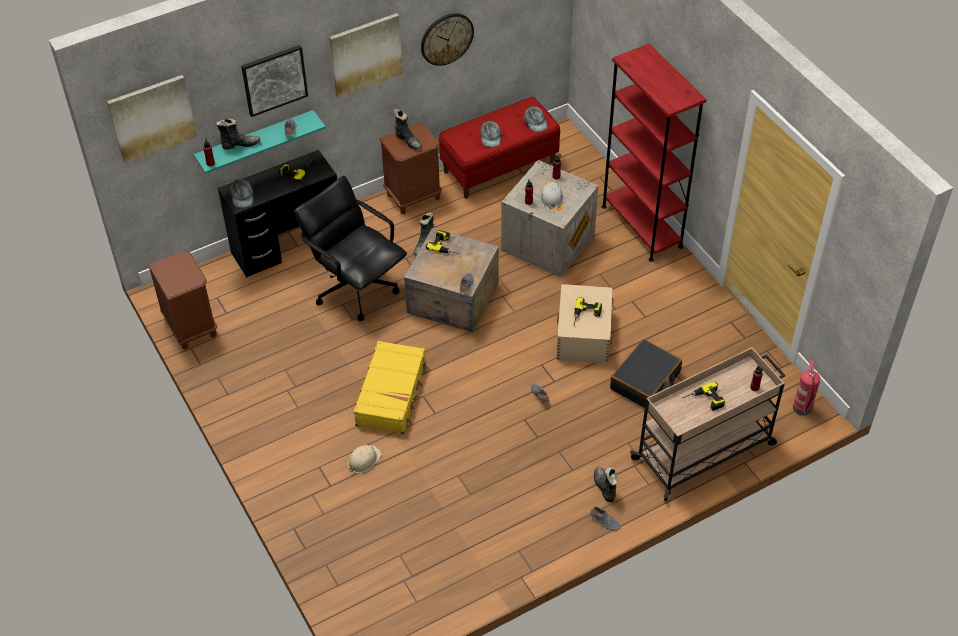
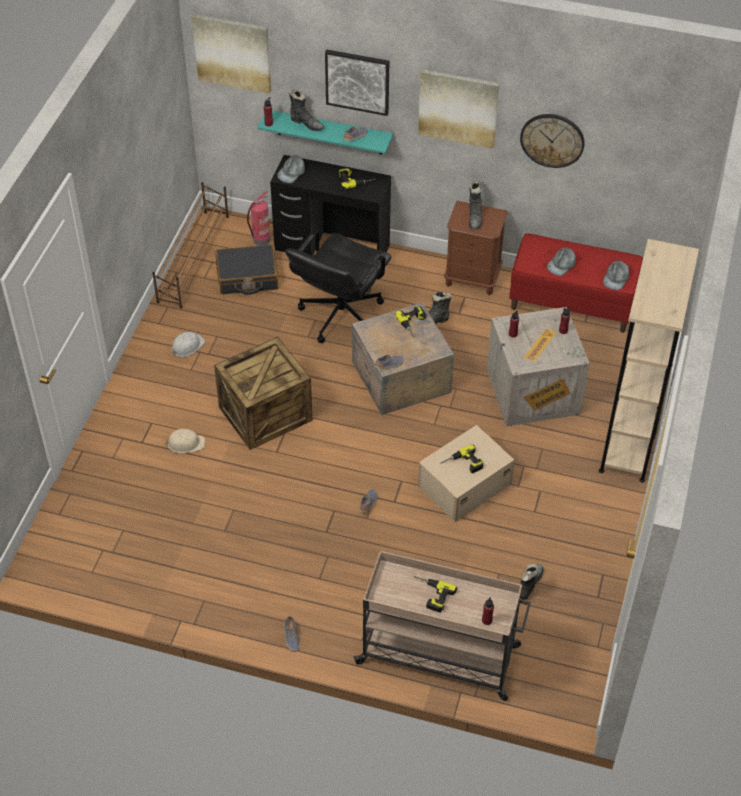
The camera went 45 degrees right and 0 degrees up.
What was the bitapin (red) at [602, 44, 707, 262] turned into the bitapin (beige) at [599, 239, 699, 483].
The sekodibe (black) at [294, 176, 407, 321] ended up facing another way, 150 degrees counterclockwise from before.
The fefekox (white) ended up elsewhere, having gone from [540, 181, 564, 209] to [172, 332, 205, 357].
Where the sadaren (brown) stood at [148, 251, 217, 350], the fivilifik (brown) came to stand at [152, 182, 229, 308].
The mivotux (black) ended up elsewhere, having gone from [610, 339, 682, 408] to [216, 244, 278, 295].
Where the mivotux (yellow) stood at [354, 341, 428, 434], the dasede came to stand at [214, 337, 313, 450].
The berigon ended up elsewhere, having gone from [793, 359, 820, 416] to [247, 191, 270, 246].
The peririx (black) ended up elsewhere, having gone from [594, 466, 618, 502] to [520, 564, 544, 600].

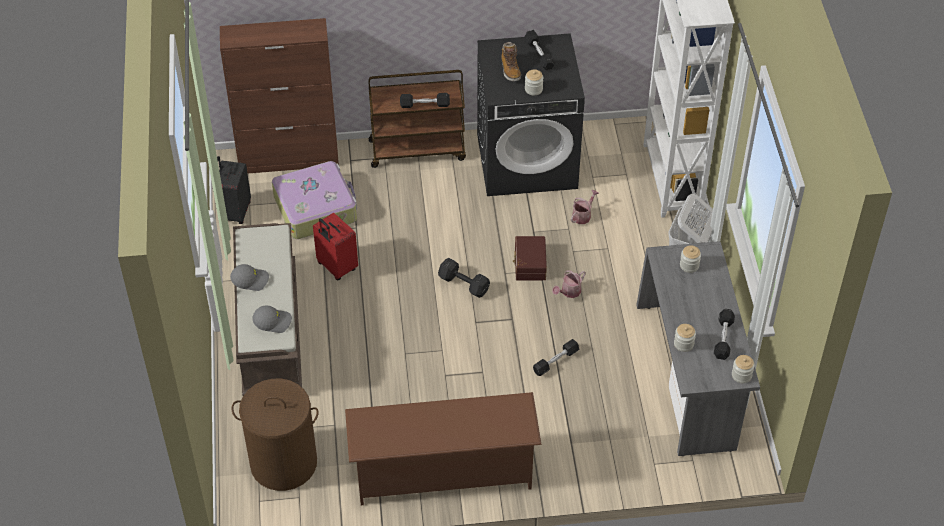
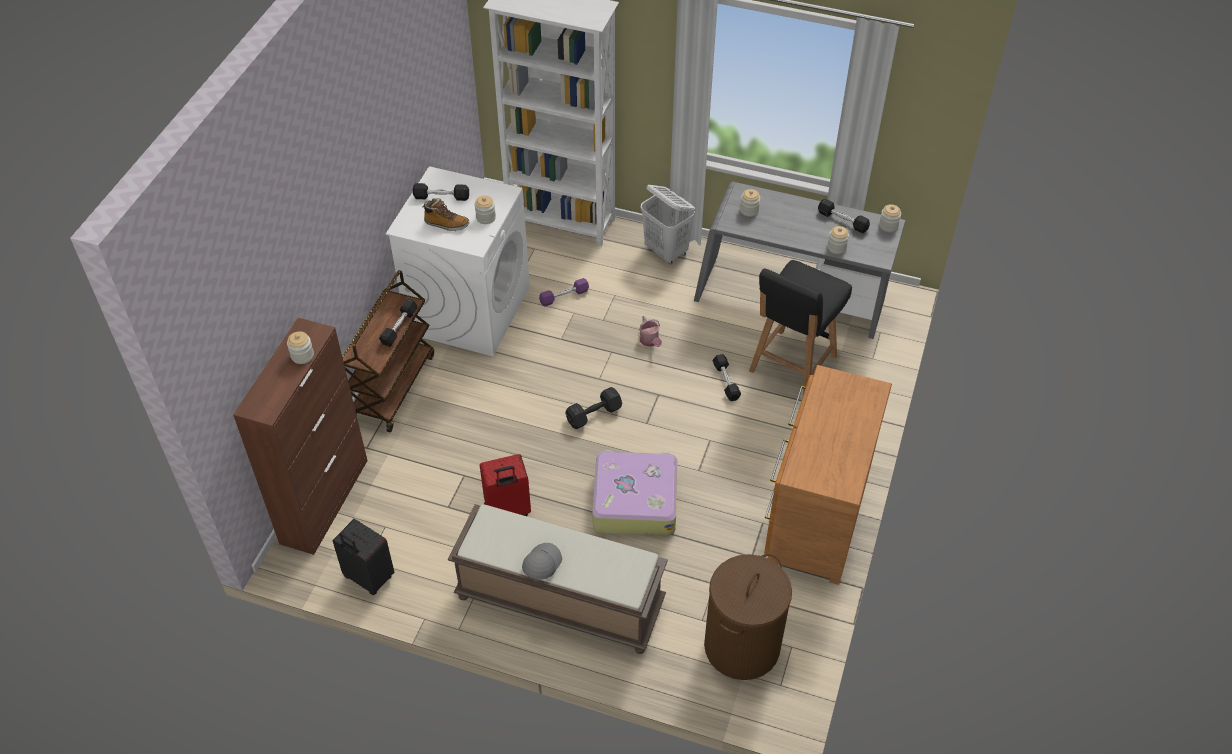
The camera went 65 degrees left and 0 degrees up.
What was the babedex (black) at [477, 33, 585, 196] turned into the babedex (white) at [386, 166, 530, 356].
The mivotux ended up elsewhere, having gone from [272, 161, 357, 239] to [592, 450, 677, 536].
Where the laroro stood at [571, 190, 599, 224], the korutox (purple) came to stand at [539, 278, 589, 307].
The second view lost the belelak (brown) at [513, 236, 547, 280].
The second view lost the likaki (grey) at [252, 306, 292, 333].
Where the fivilifik (brown) stood at [345, 392, 542, 505], the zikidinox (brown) came to stand at [764, 365, 892, 585].
The second view gained the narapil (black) at [749, 260, 852, 395].
The second view gained the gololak at [287, 331, 314, 364].

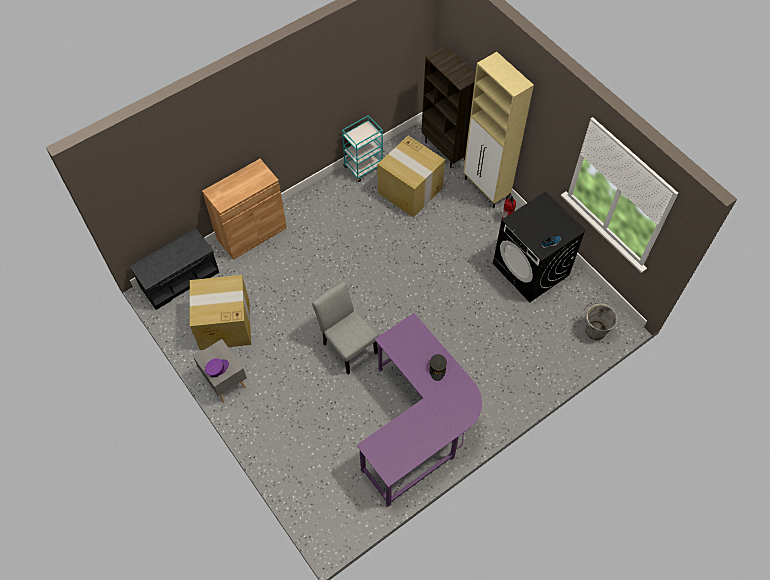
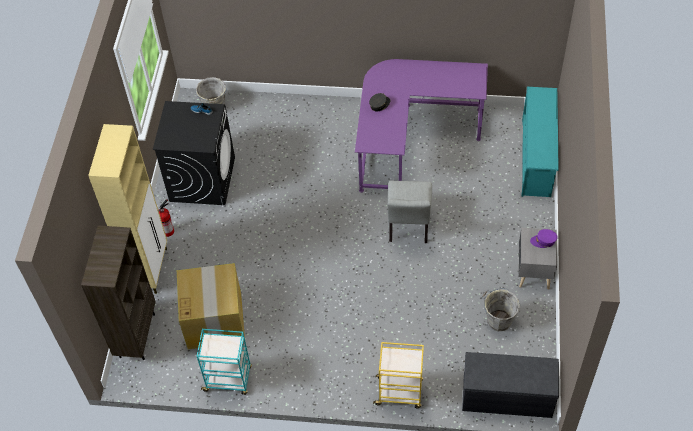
The camera went 135 degrees left and 5 degrees down.
Where the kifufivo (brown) stood at [202, 159, 287, 260], the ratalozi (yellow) came to stand at [373, 342, 424, 409].
Where the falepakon stood at [190, 275, 251, 350], the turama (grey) came to stand at [482, 288, 520, 331].
The second view gained the fivilifik (turquoise) at [521, 87, 559, 197].

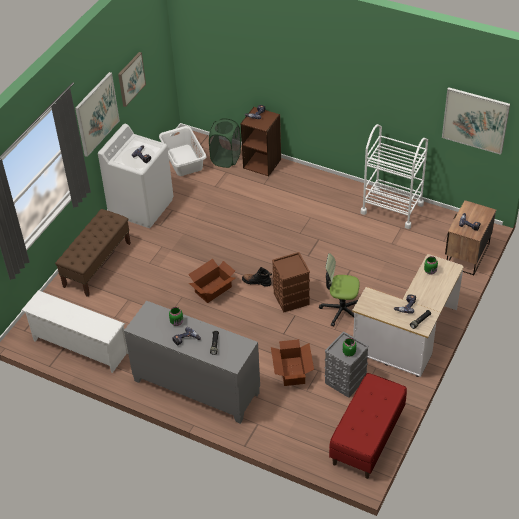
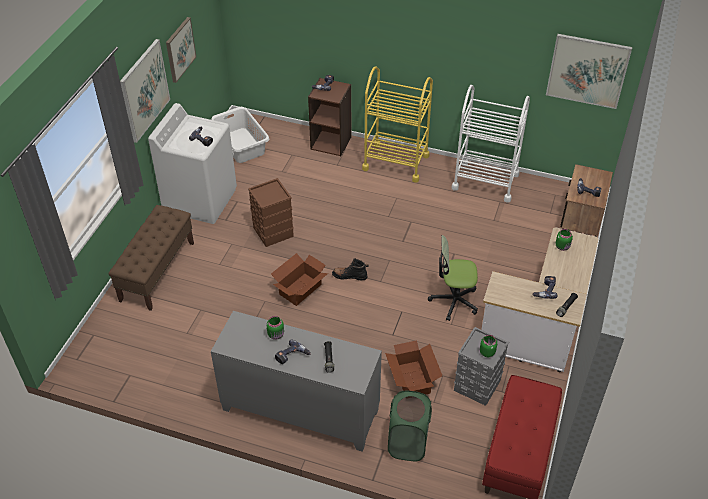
The camera went 10 degrees left and 0 degrees up.
The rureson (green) ended up elsewhere, having gone from [209, 118, 241, 168] to [388, 391, 432, 461].
The belelak (brown) ended up elsewhere, having gone from [272, 252, 310, 312] to [248, 178, 294, 247].
The second view lost the fivilifik (white) at [21, 290, 128, 373].
The second view gained the ratalozi (yellow) at [362, 66, 433, 182].

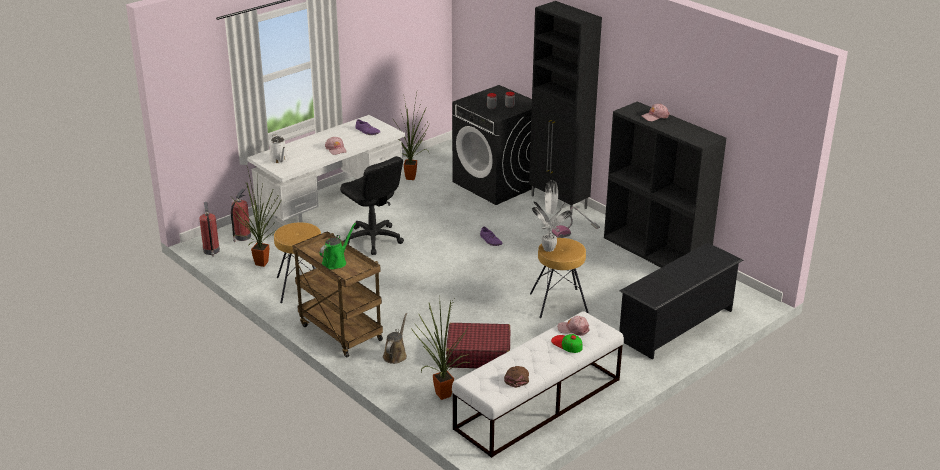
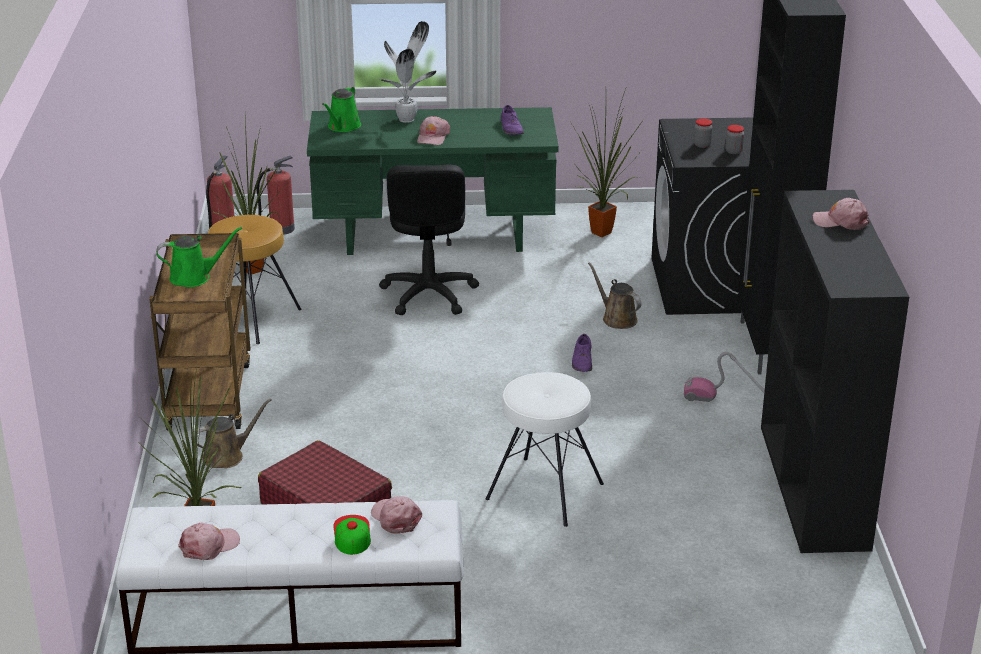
The camera went 40 degrees right and 0 degrees up.
What was the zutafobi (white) at [247, 115, 405, 225] turned into the zutafobi (green) at [307, 107, 559, 255].
What was the laroro (white) at [269, 134, 290, 164] turned into the laroro (green) at [322, 86, 361, 132].
The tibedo ended up elsewhere, having gone from [532, 181, 572, 252] to [378, 21, 436, 123].
What was the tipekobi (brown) at [530, 238, 589, 318] turned into the tipekobi (white) at [486, 372, 604, 527].
The second view lost the fivilifik (black) at [619, 243, 743, 359].
What was the likaki (brown) at [504, 366, 529, 388] turned into the likaki (pink) at [178, 523, 240, 560].
The second view gained the laroro (brown) at [588, 262, 642, 329].

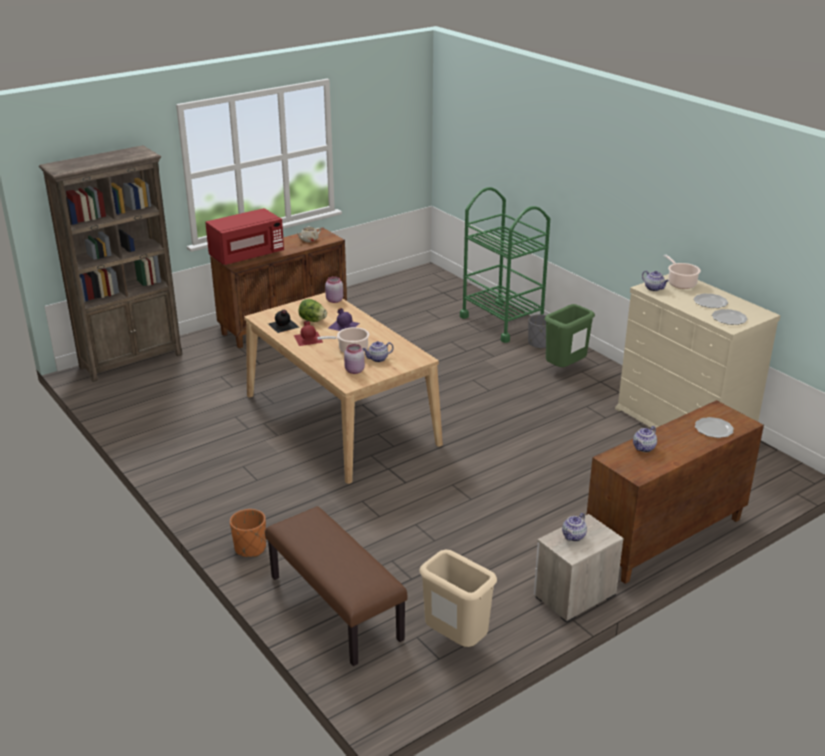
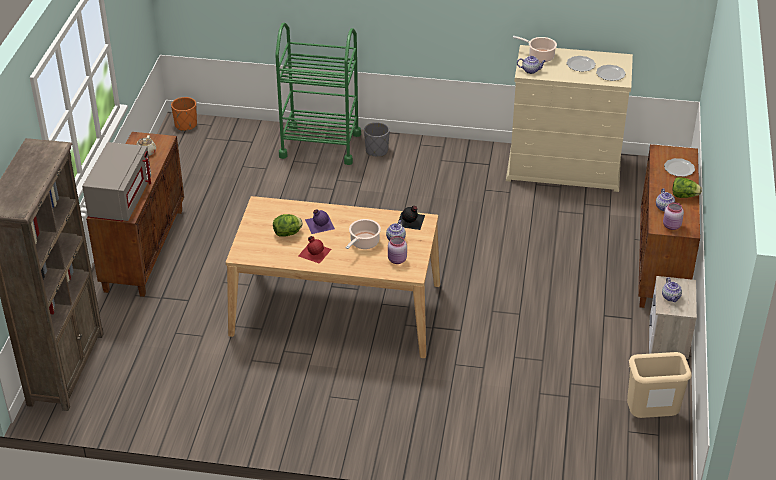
The camera went 45 degrees left and 10 degrees up.
What was the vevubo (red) at [205, 208, 284, 265] turned into the vevubo (grey) at [82, 142, 151, 221].
The gololak (pink) ended up elsewhere, having gone from [325, 276, 343, 303] to [663, 202, 684, 230].
The second view lost the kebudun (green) at [545, 304, 595, 367].
The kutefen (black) ended up elsewhere, having gone from [268, 310, 299, 333] to [398, 206, 425, 230].
The second view lost the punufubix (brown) at [265, 506, 407, 666].
The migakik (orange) ended up elsewhere, having gone from [230, 509, 266, 557] to [171, 97, 197, 131].
The second view gained the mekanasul at [672, 177, 702, 198].

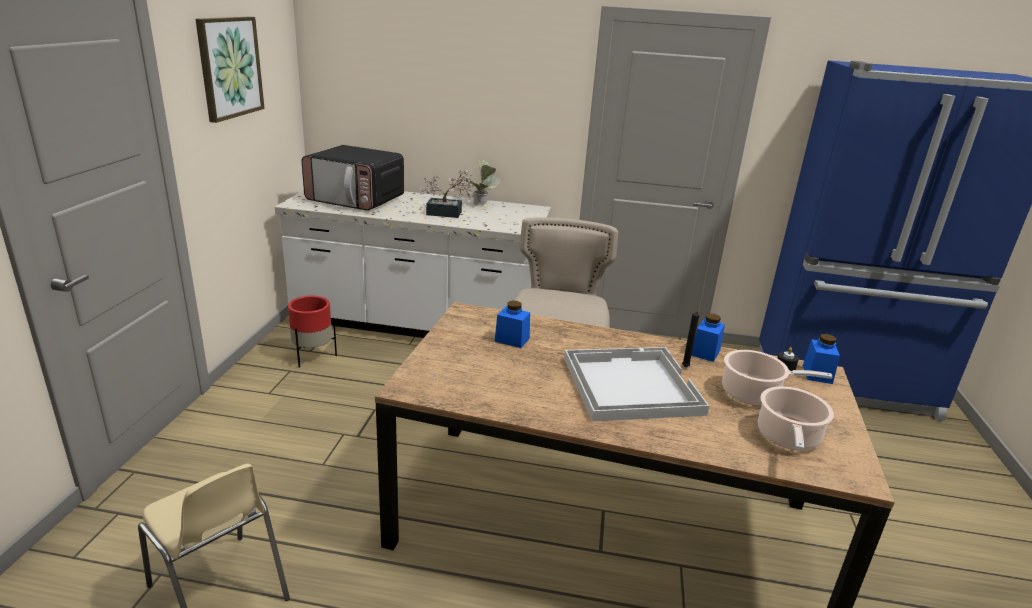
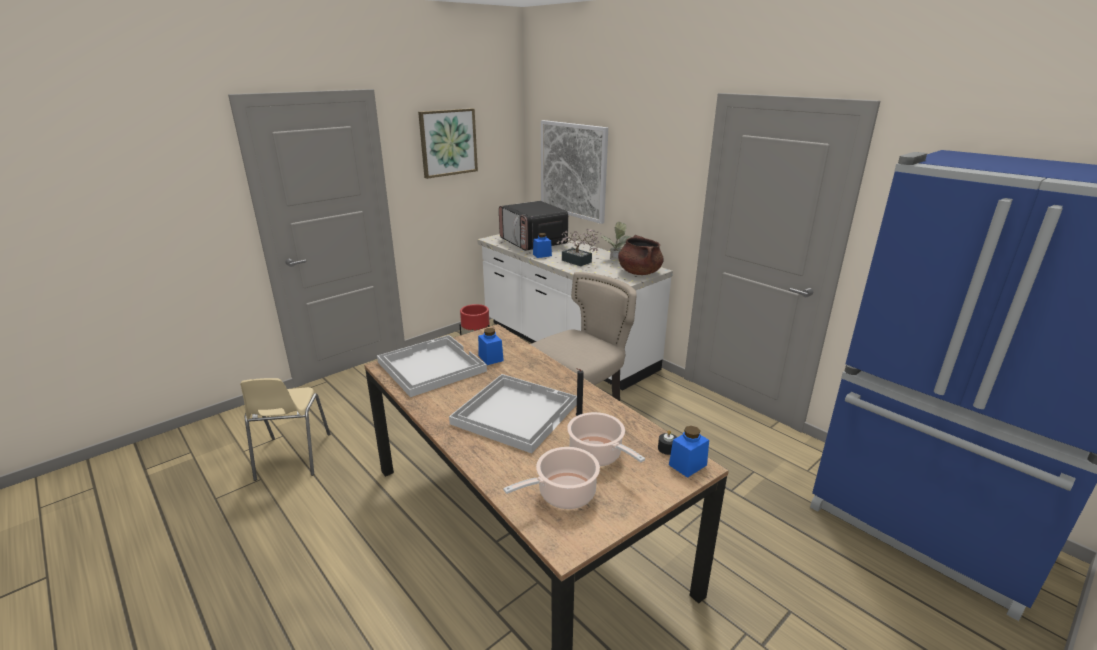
The camera went 40 degrees right and 0 degrees up.
The gololak (blue) ended up elsewhere, having gone from [691, 313, 725, 362] to [533, 233, 552, 258].
The second view gained the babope at [541, 120, 608, 224].
The second view gained the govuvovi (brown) at [618, 235, 664, 275].
The second view gained the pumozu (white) at [377, 335, 487, 397].

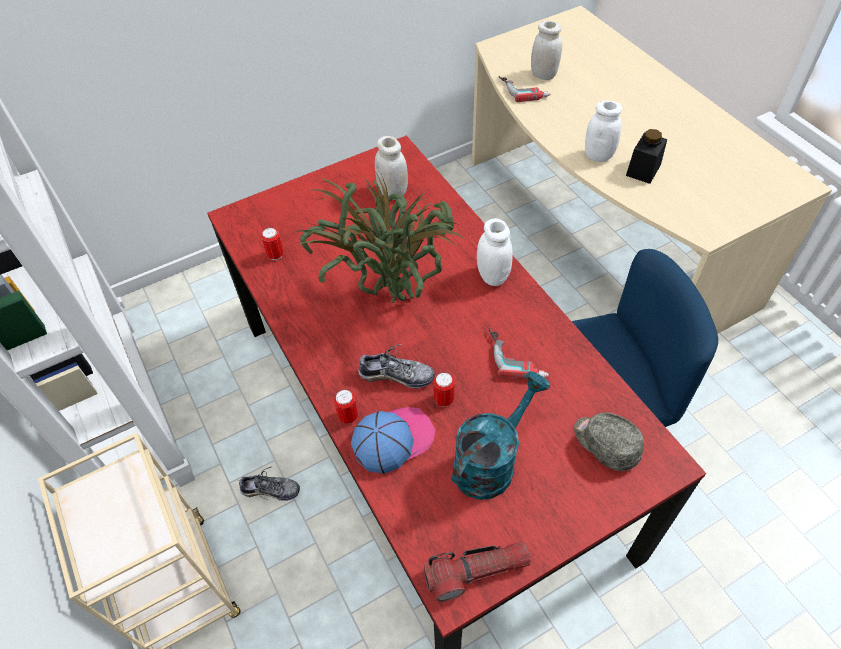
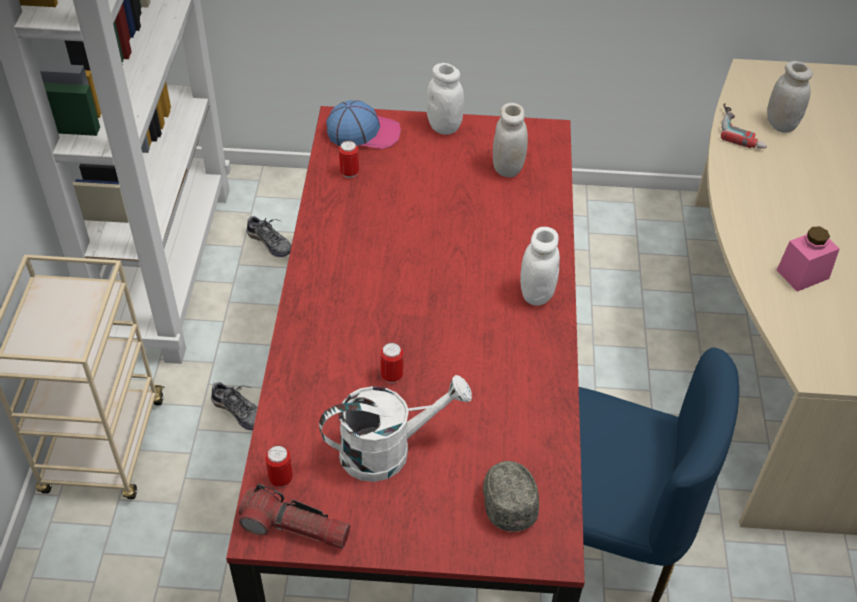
The camera went 30 degrees right and 5 degrees down.
The gololak (white) ended up elsewhere, having gone from [585, 101, 622, 162] to [426, 63, 464, 135].
What was the gololak (black) at [626, 129, 667, 184] turned into the gololak (pink) at [777, 227, 839, 292].
The second view lost the tibedo at [295, 168, 465, 303].
The second view lost the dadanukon at [489, 327, 549, 379].
The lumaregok ended up elsewhere, having gone from [358, 344, 435, 388] to [246, 215, 292, 257].
What was the laroro (turquoise) at [452, 371, 550, 500] turned into the laroro (white) at [319, 375, 472, 482].
The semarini ended up elsewhere, having gone from [334, 390, 358, 424] to [265, 445, 293, 487].
The likaki ended up elsewhere, having gone from [351, 407, 435, 474] to [326, 100, 401, 149].

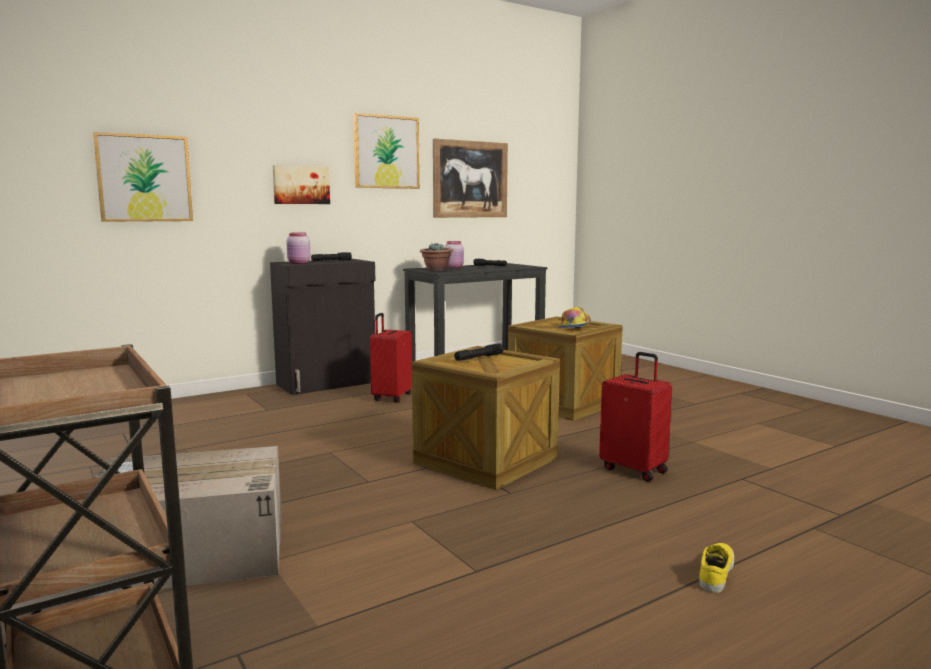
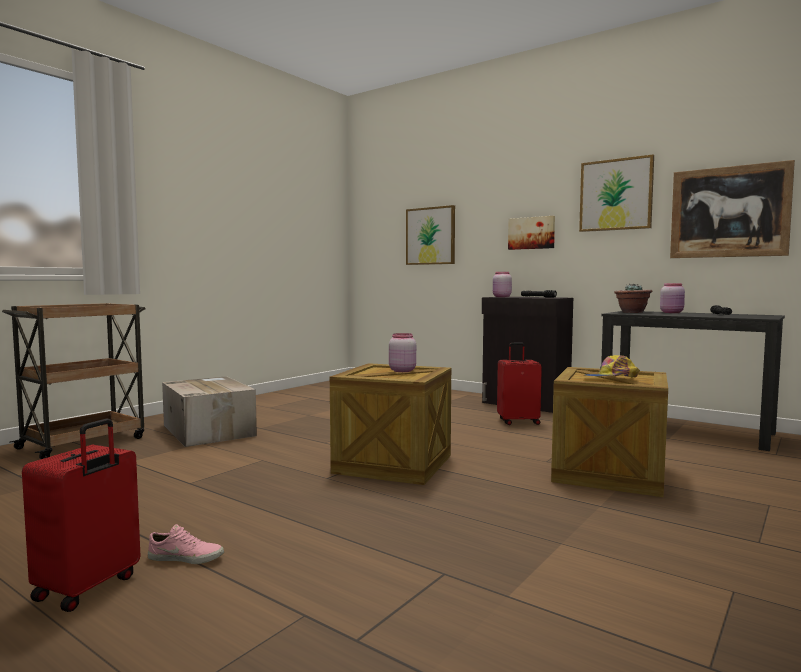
The camera went 70 degrees right and 5 degrees down.
Where the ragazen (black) stood at [454, 344, 503, 361], the gololak (pink) came to stand at [389, 333, 416, 372].
The mivotux (red) ended up elsewhere, having gone from [599, 352, 672, 481] to [22, 419, 141, 612].
What was the lumaregok (yellow) at [699, 543, 734, 593] turned into the lumaregok (pink) at [148, 524, 224, 564].

